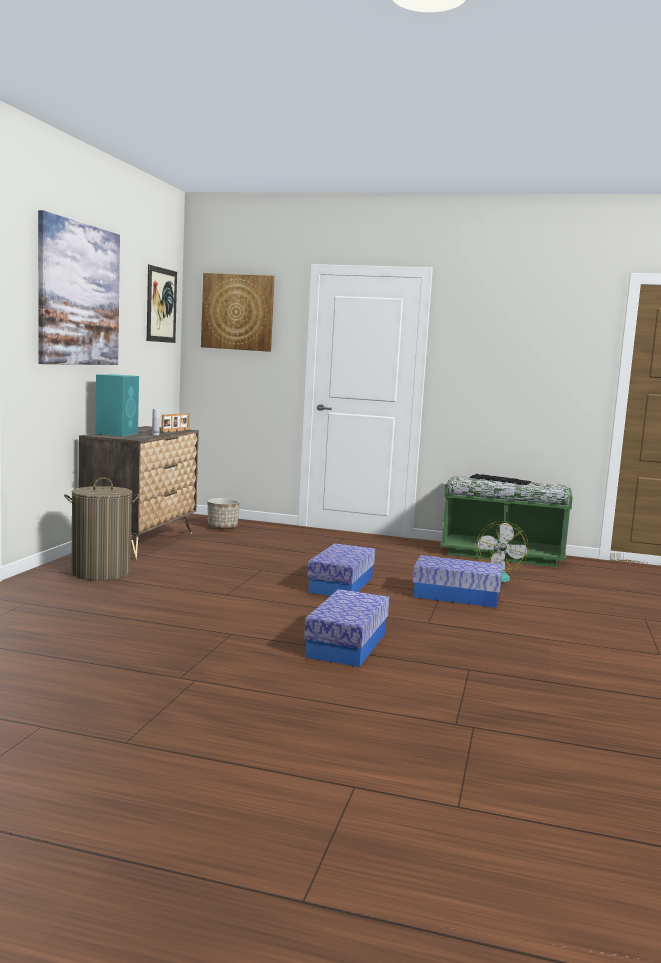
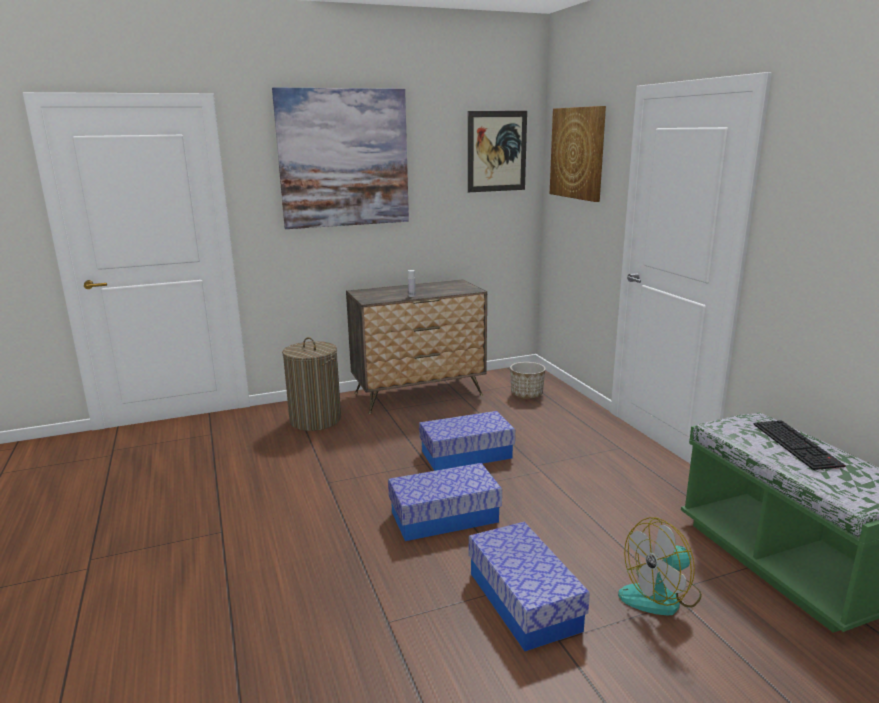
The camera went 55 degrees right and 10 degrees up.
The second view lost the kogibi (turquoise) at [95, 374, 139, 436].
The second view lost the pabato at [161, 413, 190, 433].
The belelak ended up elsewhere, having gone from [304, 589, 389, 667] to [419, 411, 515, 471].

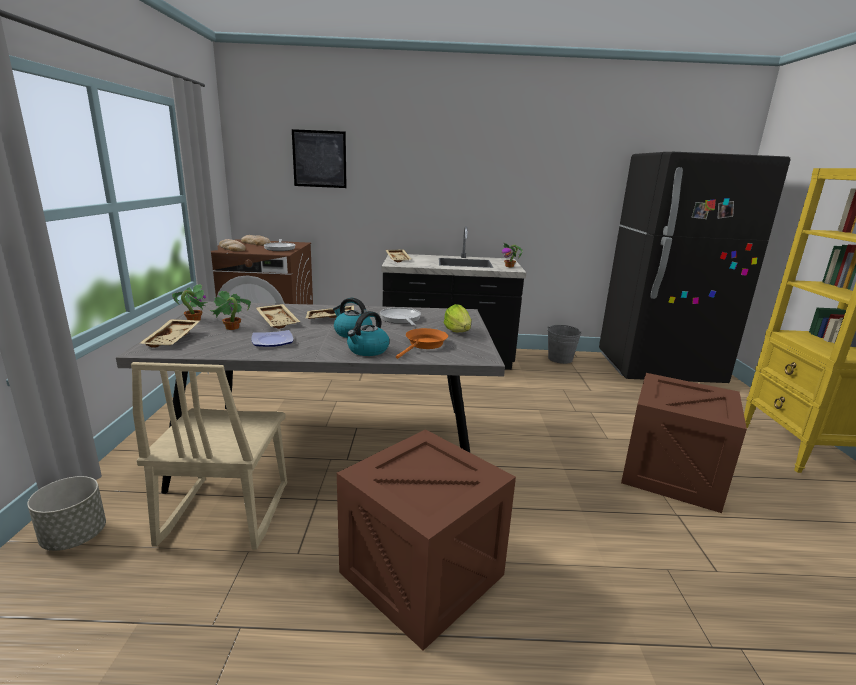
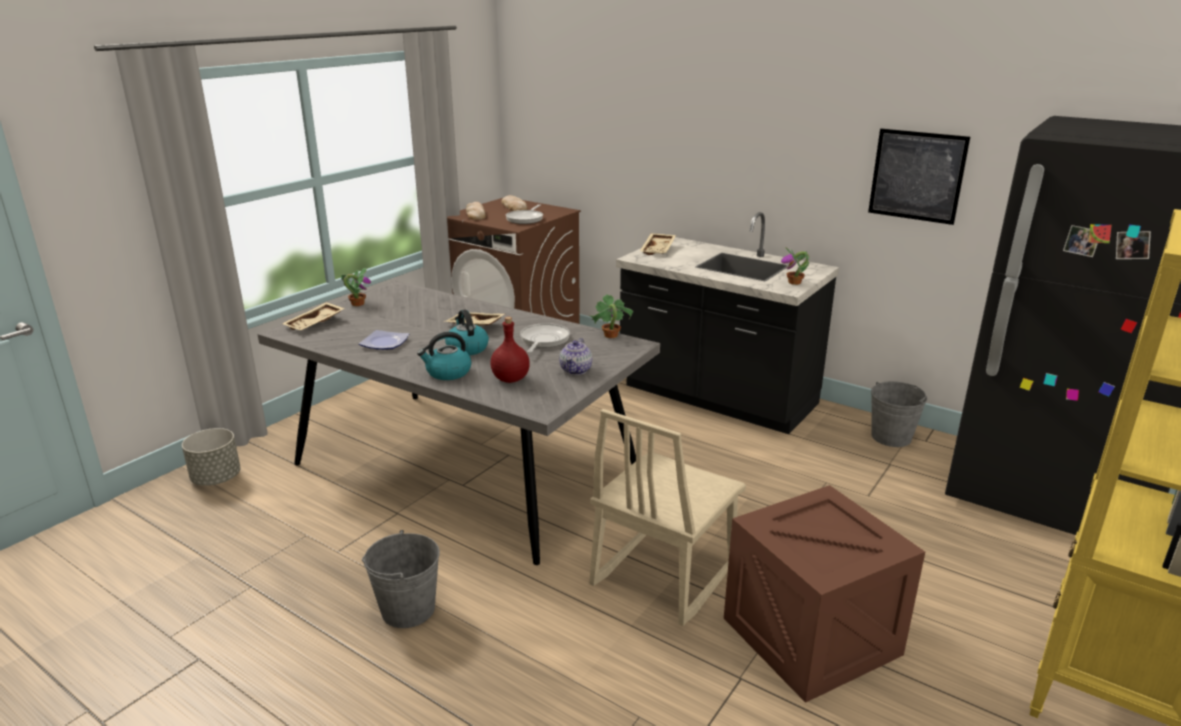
The camera went 35 degrees right and 5 degrees up.
The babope ended up elsewhere, having gone from [292, 129, 347, 188] to [868, 129, 970, 225].
The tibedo ended up elsewhere, having gone from [209, 291, 251, 330] to [589, 294, 633, 338].
The second view lost the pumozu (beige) at [256, 304, 300, 329].
Where the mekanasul stood at [444, 304, 471, 332], the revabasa came to stand at [559, 338, 592, 375].
Where the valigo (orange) stood at [396, 328, 448, 359], the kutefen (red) came to stand at [490, 317, 530, 383].
The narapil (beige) ended up elsewhere, having gone from [131, 362, 287, 550] to [589, 409, 746, 626].
Where the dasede stood at [337, 429, 516, 651], the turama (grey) came to stand at [362, 530, 440, 628].

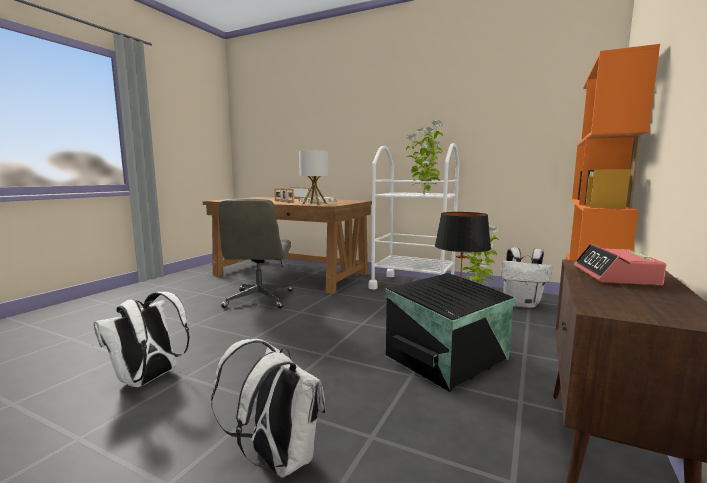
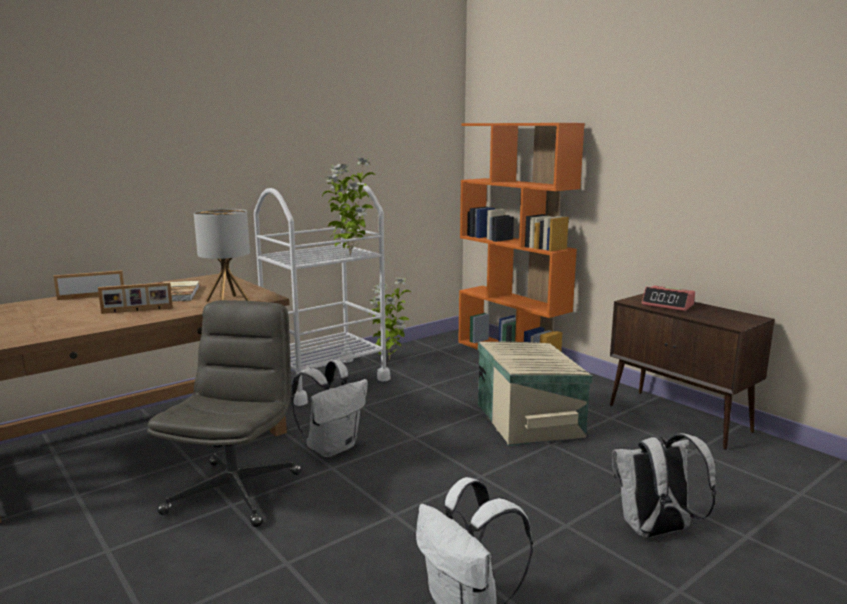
The camera went 65 degrees left and 5 degrees up.
The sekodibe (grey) at [218, 199, 293, 309] ended up facing another way, 105 degrees counterclockwise from before.
The second view lost the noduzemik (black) at [435, 212, 491, 282].
The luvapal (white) ended up elsewhere, having gone from [501, 247, 552, 308] to [291, 360, 368, 457].
What was the belelak (black) at [385, 273, 516, 392] turned into the belelak (beige) at [478, 342, 593, 446].

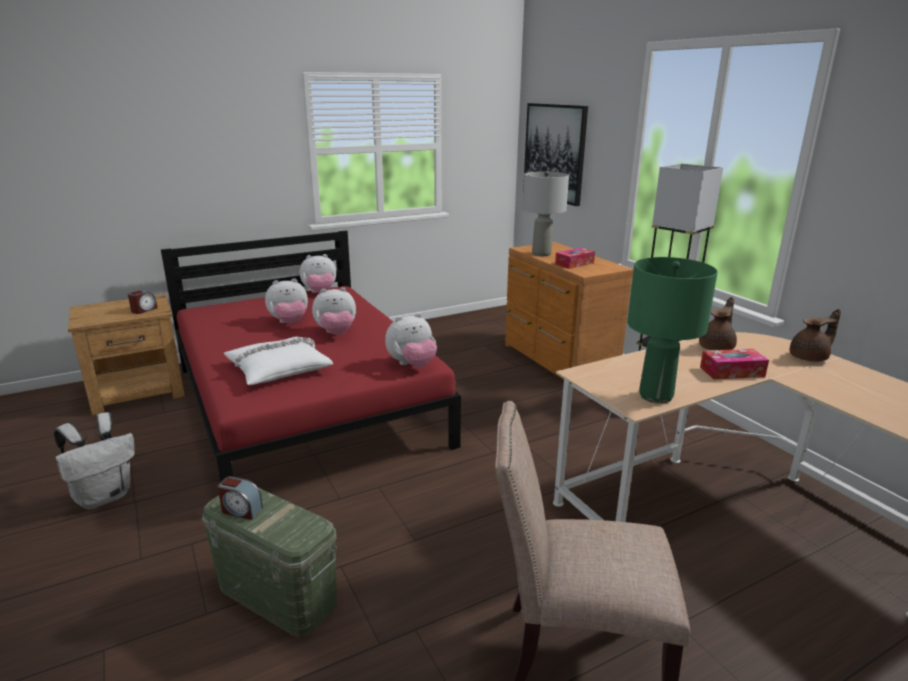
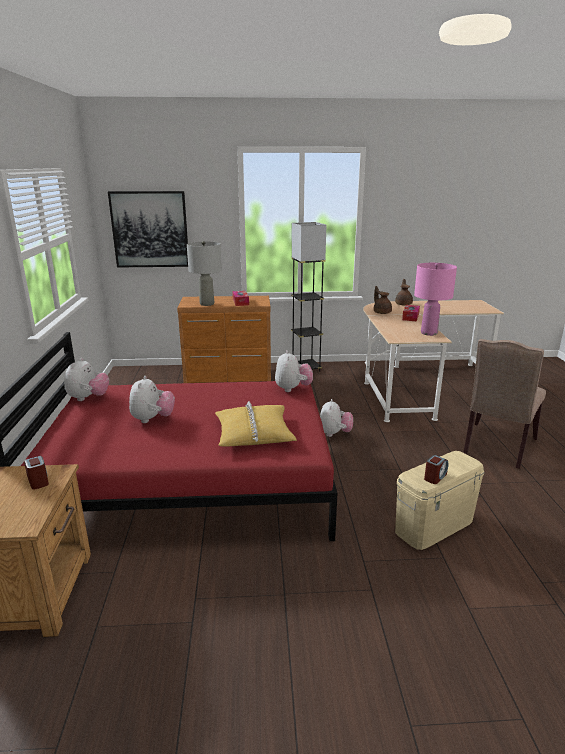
The camera went 65 degrees left and 0 degrees up.
What was the noduzemik (green) at [627, 257, 718, 404] turned into the noduzemik (pink) at [414, 263, 457, 336].
The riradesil ended up elsewhere, having gone from [312, 287, 356, 335] to [320, 399, 353, 437].
What was the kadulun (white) at [224, 337, 333, 385] turned into the kadulun (yellow) at [215, 401, 297, 447].
The second view lost the luvapal (white) at [54, 412, 135, 509].
What was the belelak (green) at [202, 488, 337, 638] turned into the belelak (beige) at [395, 451, 484, 550].

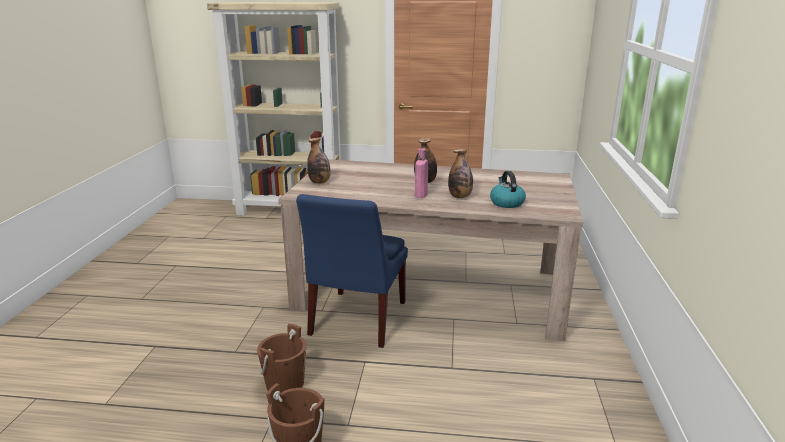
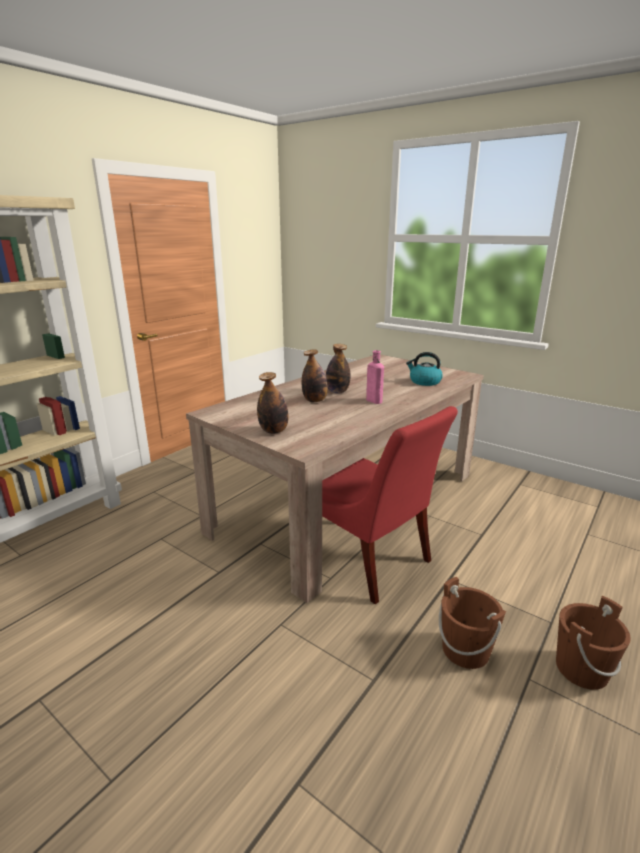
The camera went 60 degrees left and 0 degrees up.
The kutefen ended up elsewhere, having gone from [448, 149, 473, 198] to [302, 349, 328, 402].
What was the narapil (blue) at [296, 194, 408, 348] turned into the narapil (red) at [322, 406, 458, 604].

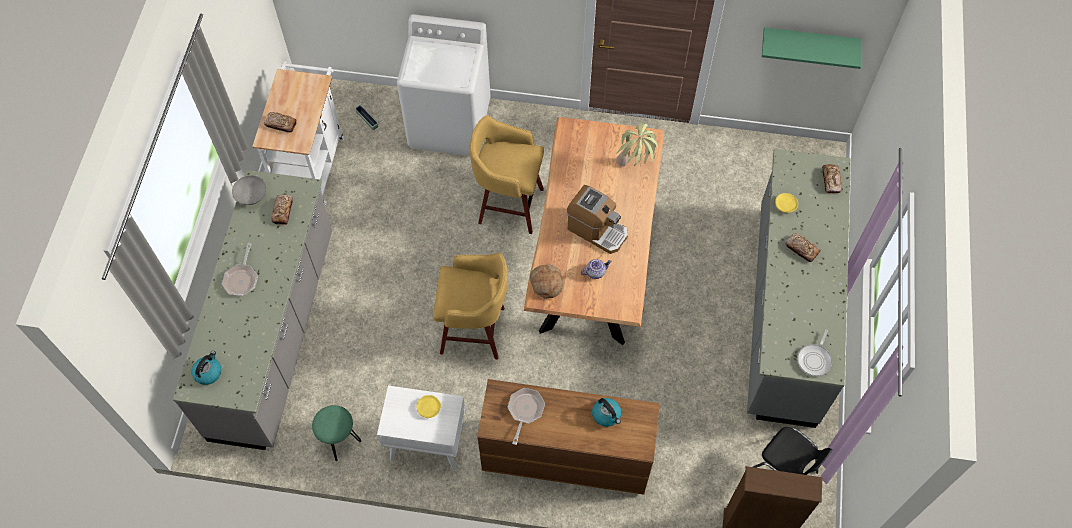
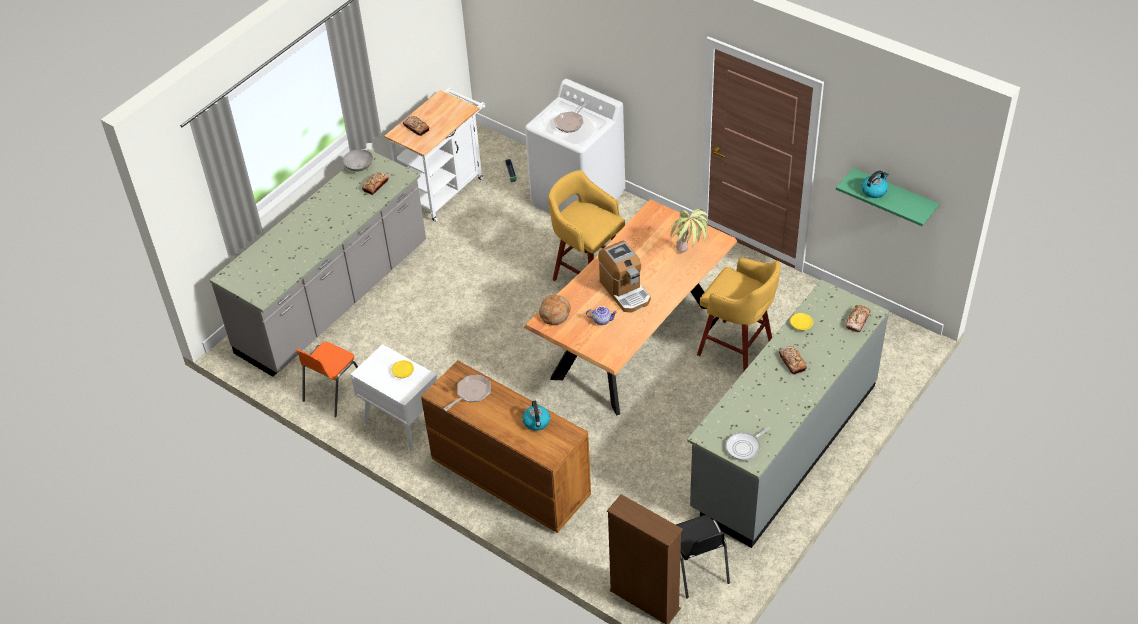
The camera went 30 degrees right and 15 degrees down.
The valigo ended up elsewhere, having gone from [222, 243, 258, 296] to [554, 100, 590, 133].
The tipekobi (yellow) ended up elsewhere, having gone from [433, 252, 508, 360] to [697, 258, 780, 372].
The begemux ended up elsewhere, having gone from [192, 351, 221, 385] to [861, 171, 889, 198].
Where the tipekobi (green) stood at [312, 405, 361, 461], the narapil (orange) came to stand at [296, 342, 358, 417].

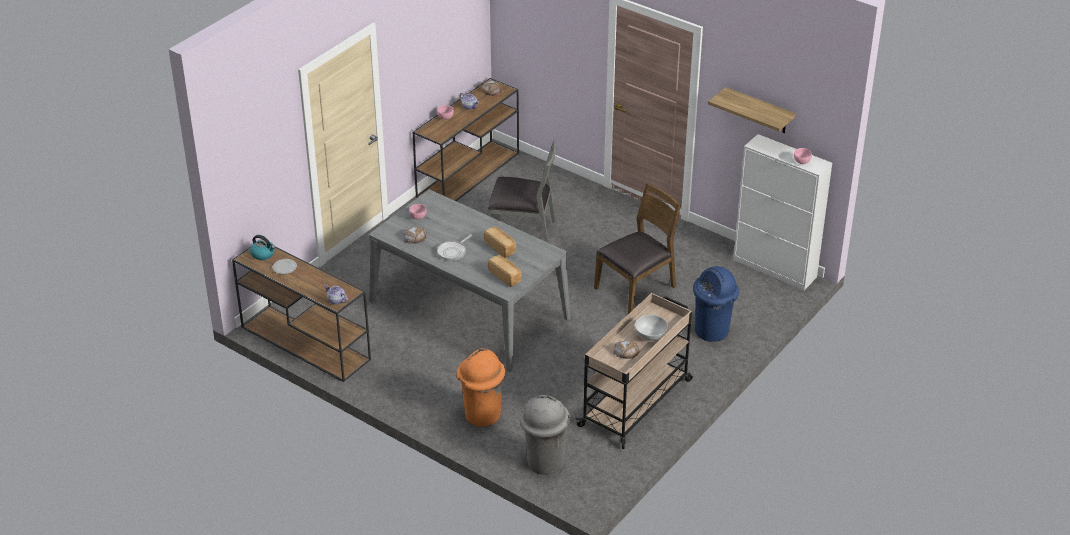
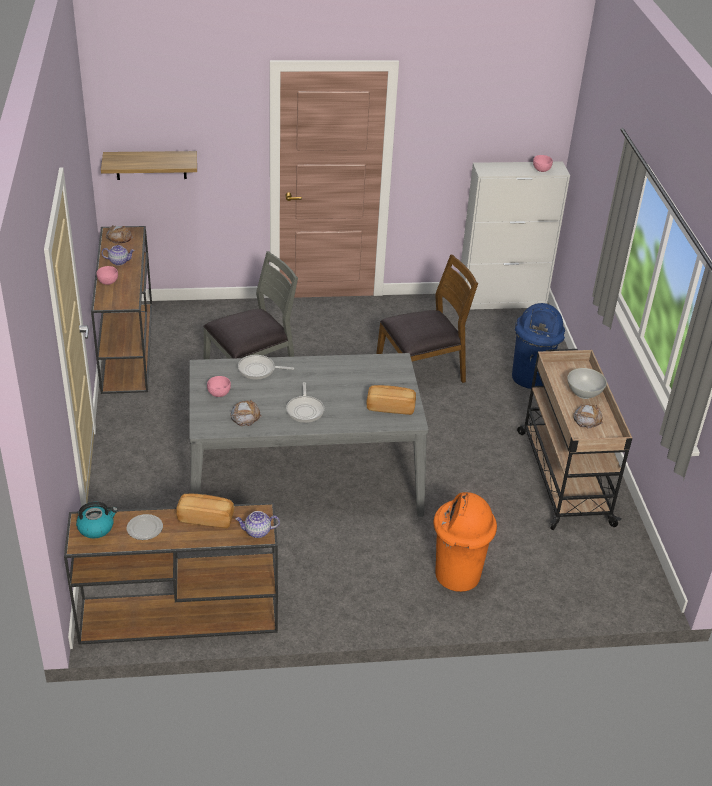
The camera went 45 degrees left and 0 degrees up.
The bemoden ended up elsewhere, having gone from [708, 87, 796, 133] to [101, 151, 197, 180].
The narapil (brown) at [594, 183, 681, 314] ended up facing another way, 60 degrees clockwise from before.
The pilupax ended up elsewhere, having gone from [484, 227, 516, 258] to [176, 494, 234, 528].
The second view lost the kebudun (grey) at [520, 395, 570, 475].
The second view gained the valigo at [238, 355, 294, 380].

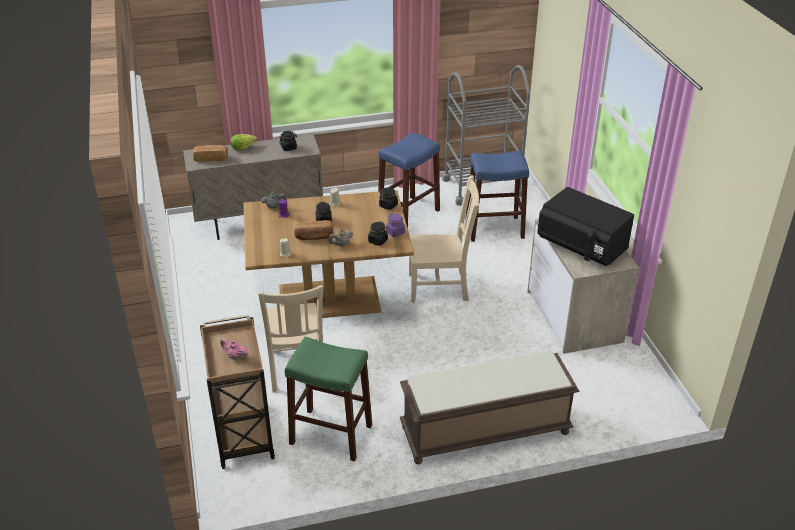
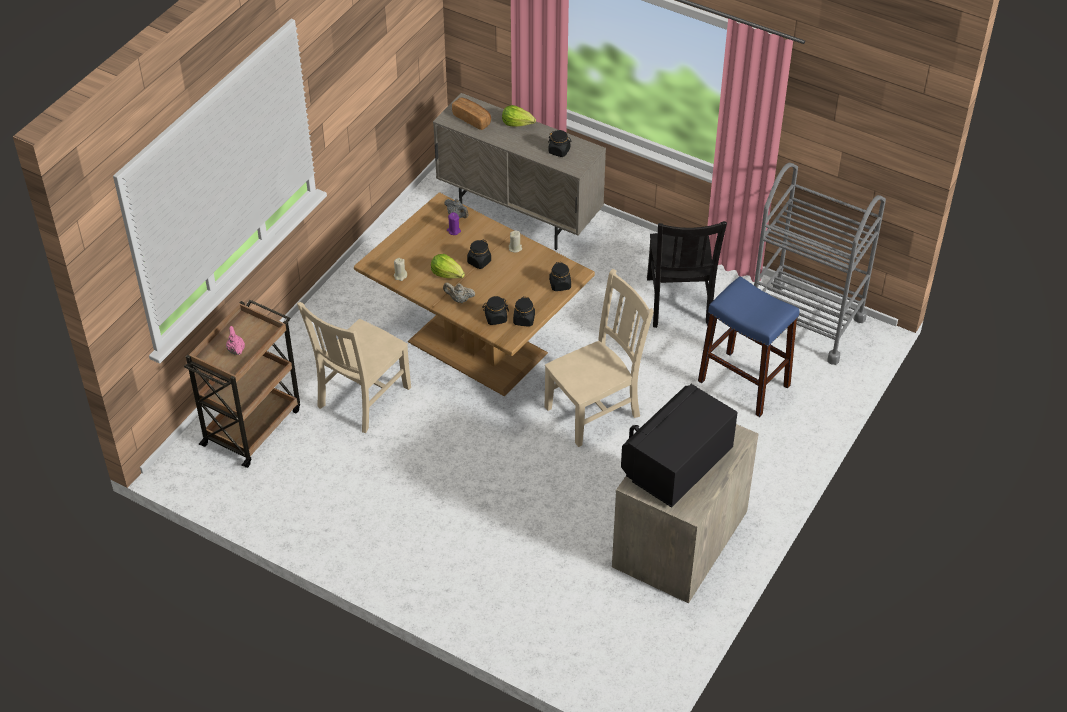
The camera went 45 degrees right and 10 degrees up.
Where the tipekobi (blue) stood at [378, 132, 440, 228], the narapil (black) came to stand at [647, 221, 727, 328].
The narapil (beige) at [409, 175, 479, 303] ended up facing another way, 75 degrees counterclockwise from before.
The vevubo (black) at [537, 187, 634, 266] ended up facing another way, 45 degrees clockwise from before.
What was the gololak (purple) at [386, 213, 405, 237] turned into the gololak (black) at [513, 297, 535, 326].
Where the pilupax stood at [294, 220, 334, 240], the mekanasul came to stand at [431, 254, 465, 279].
The second view lost the tipekobi (green) at [285, 337, 372, 461].
The second view lost the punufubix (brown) at [400, 351, 579, 465].

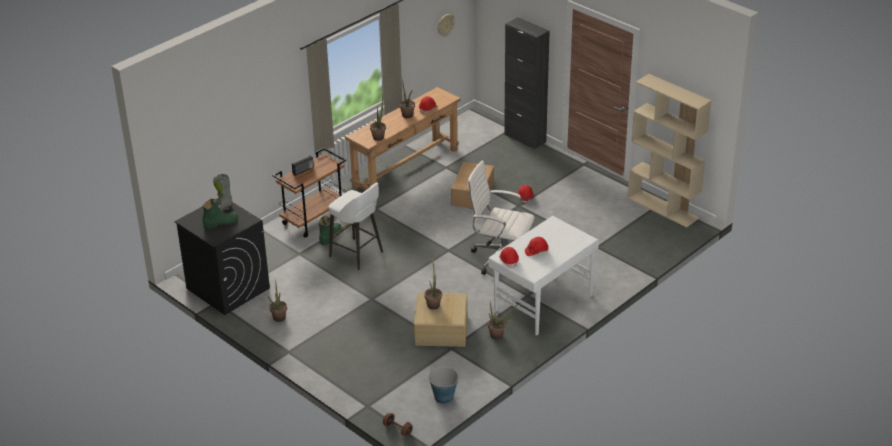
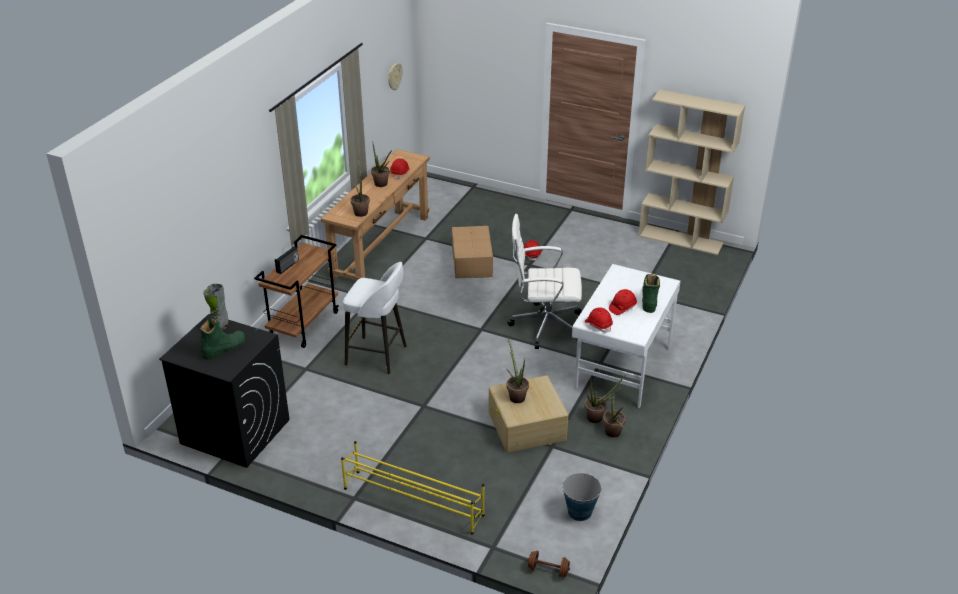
The camera went 20 degrees left and 0 degrees up.
The second view lost the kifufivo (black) at [504, 17, 550, 149].
The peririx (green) ended up elsewhere, having gone from [319, 216, 342, 245] to [642, 274, 660, 313].
The tibedo ended up elsewhere, having gone from [268, 279, 287, 322] to [603, 385, 626, 437].
The second view gained the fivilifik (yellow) at [341, 441, 485, 534].

